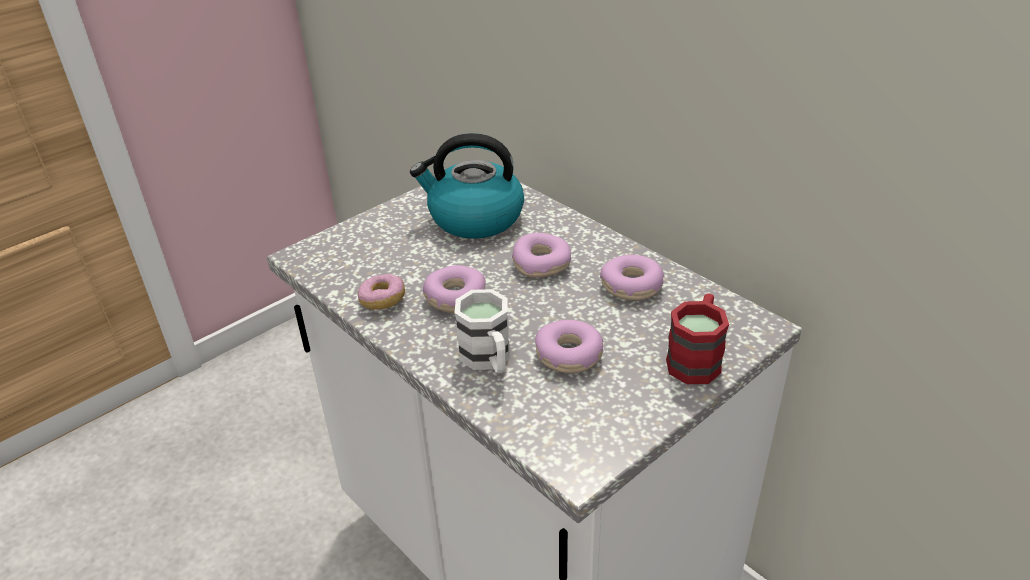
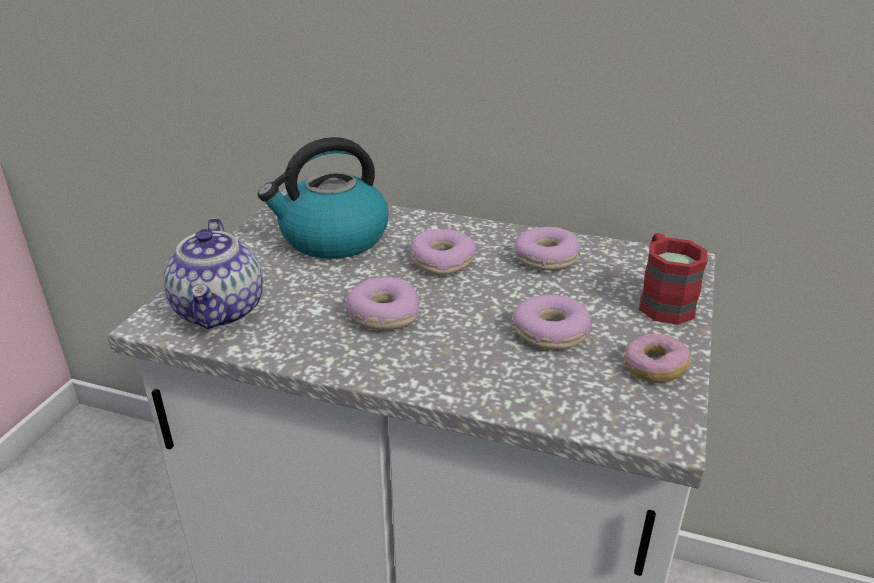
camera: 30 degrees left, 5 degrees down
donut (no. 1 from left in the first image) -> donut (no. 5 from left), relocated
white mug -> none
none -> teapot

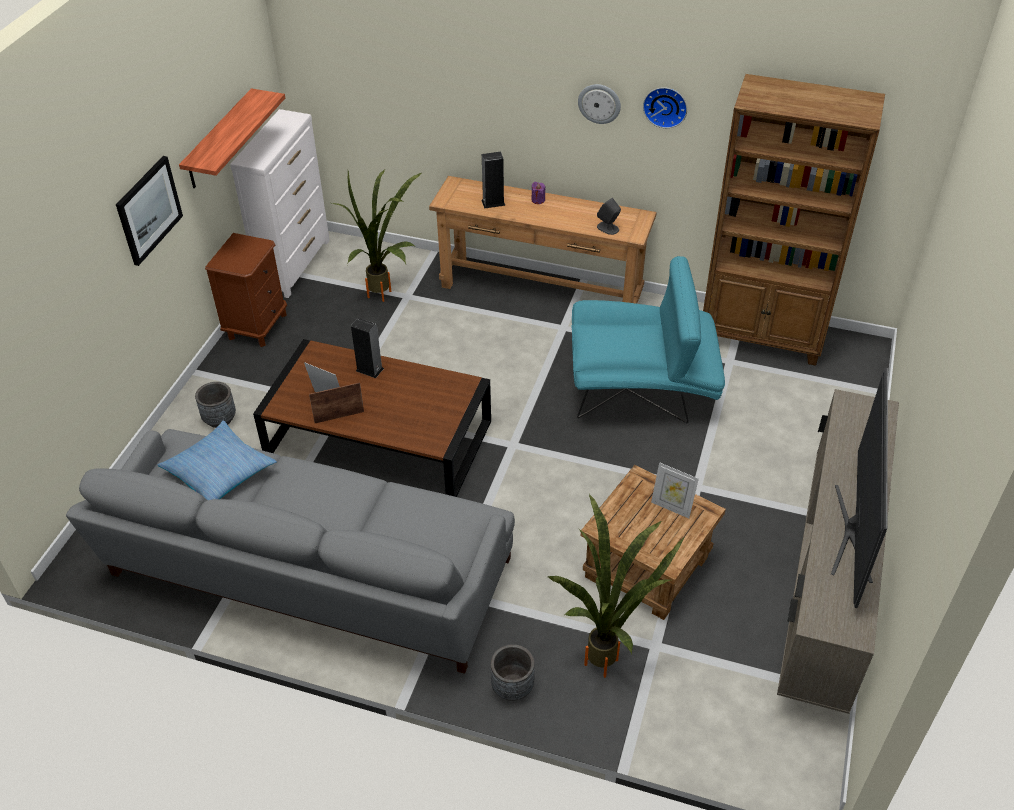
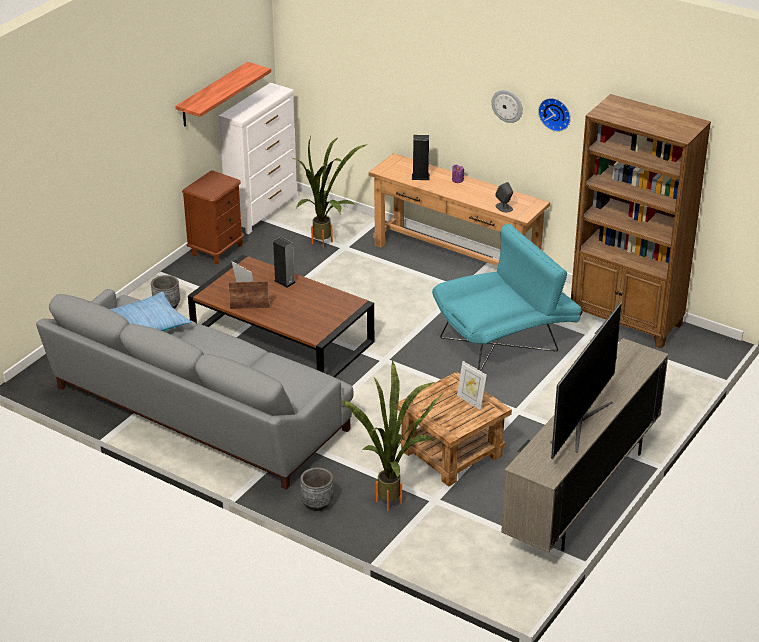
camera: 15 degrees right, 10 degrees down
picture -> none
turquoise armchair, 45 degrees counterclockwise

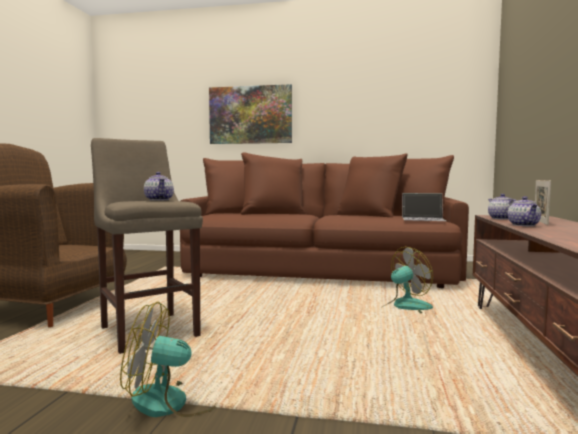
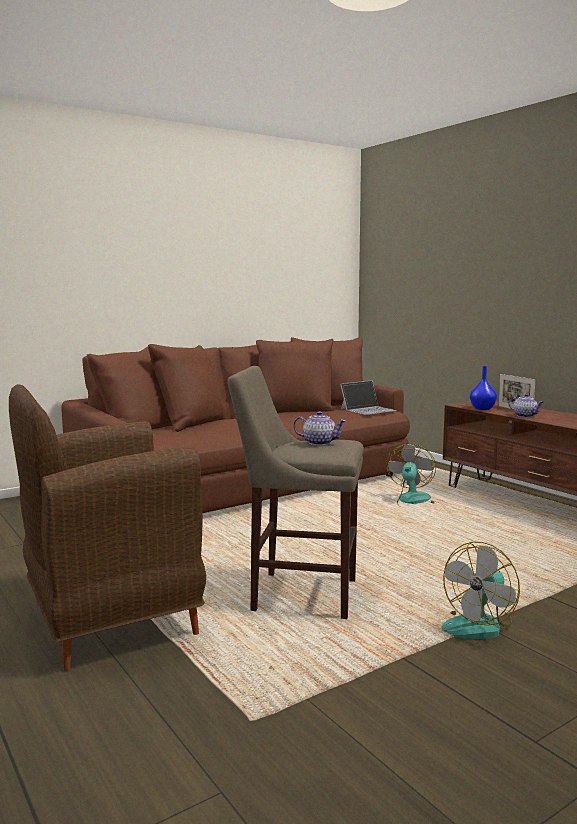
camera: 45 degrees left, 5 degrees up
picture -> none
teapot (no. 2 from left) -> blue vase

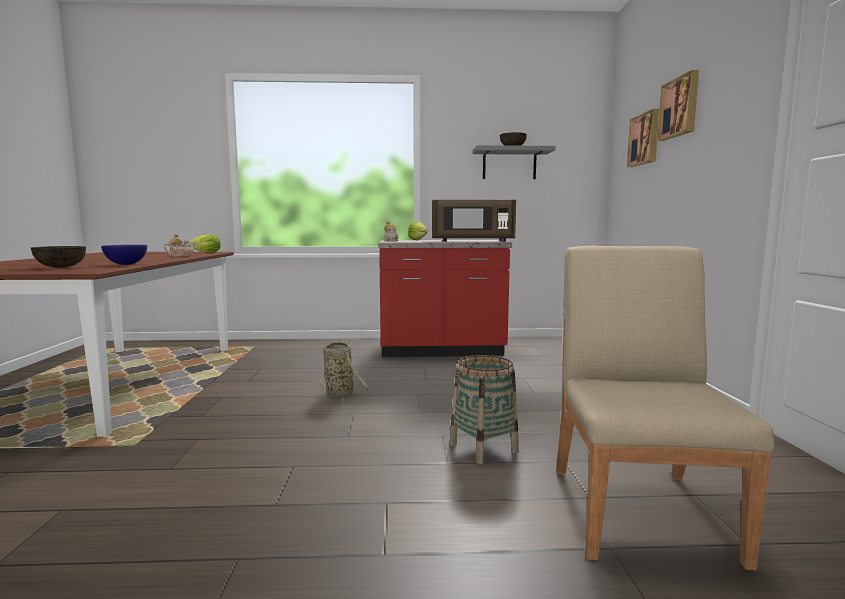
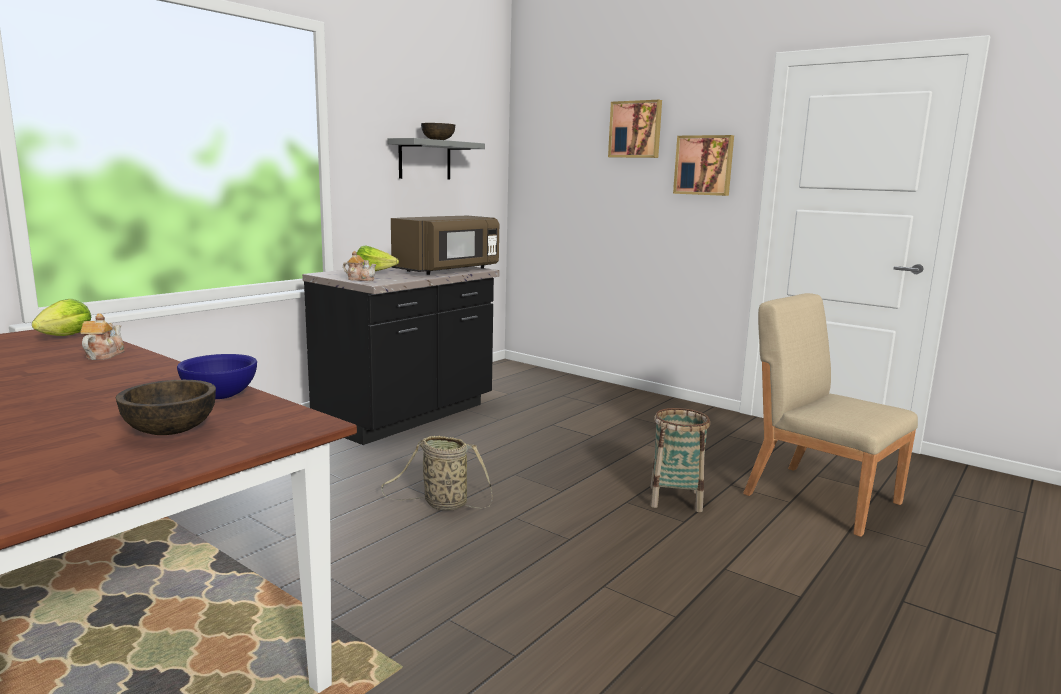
camera: 50 degrees left, 5 degrees up
red counter -> black counter
picture (no. 1 from left in the first image) -> picture (no. 2 from left), relocated

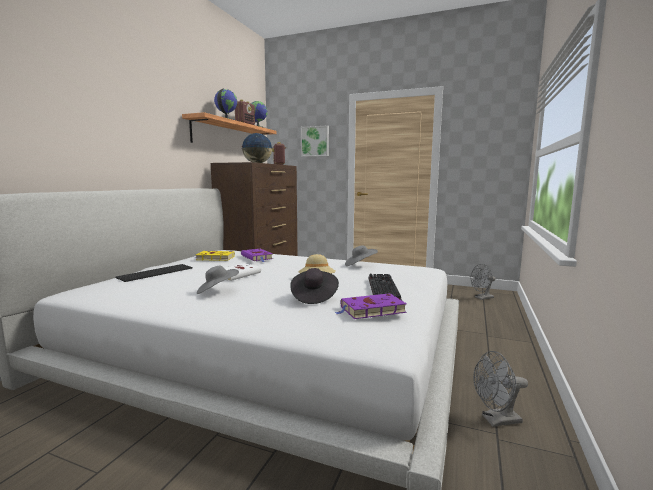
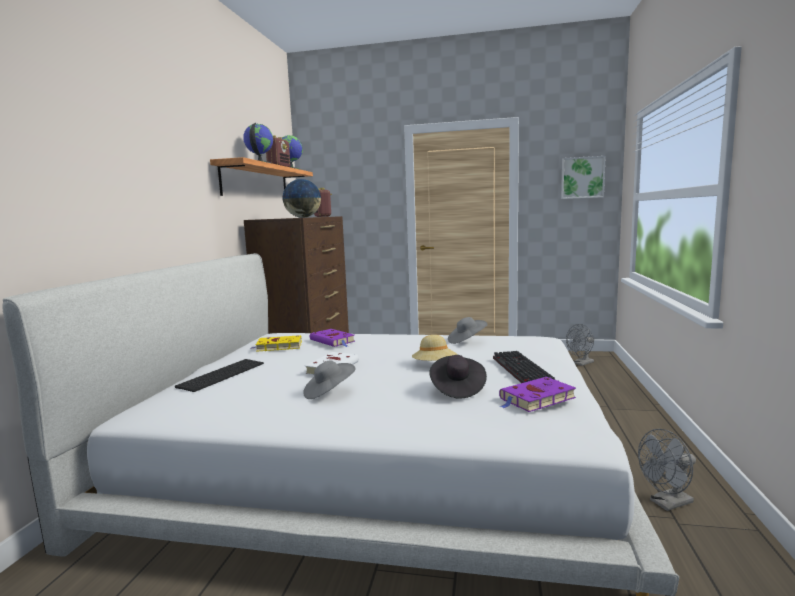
camera: 10 degrees left, 0 degrees up
picture, relocated

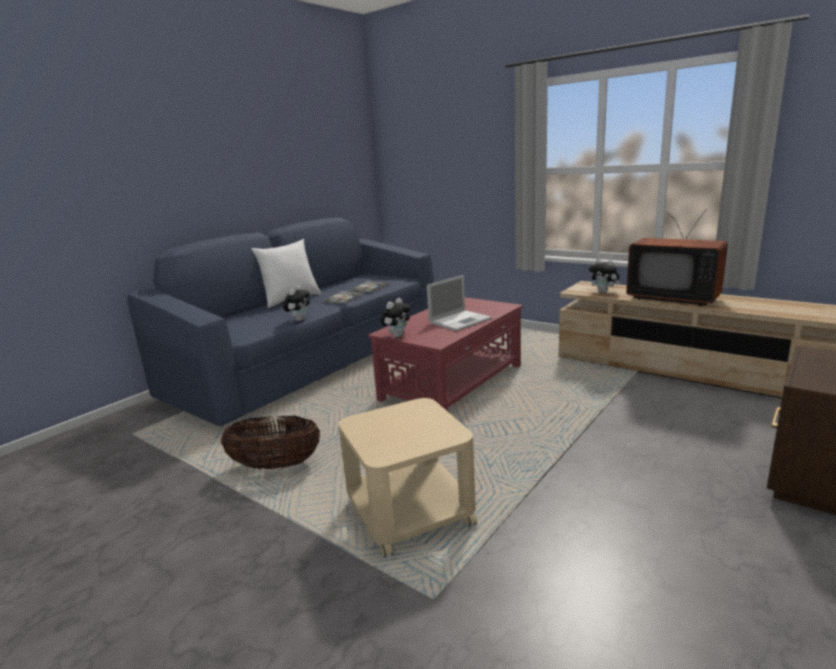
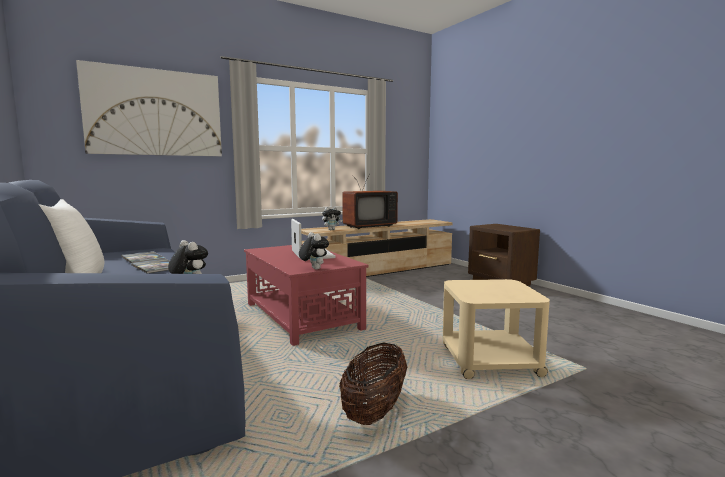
camera: 70 degrees left, 10 degrees down
none -> picture

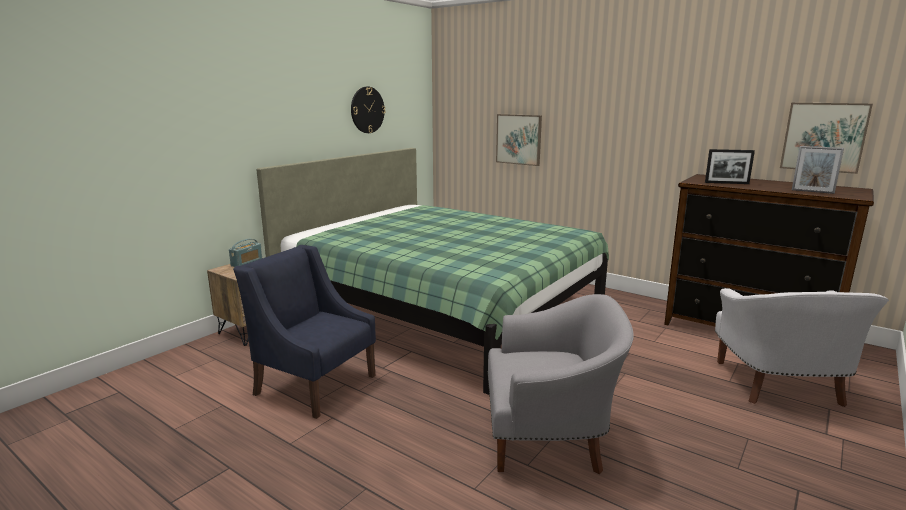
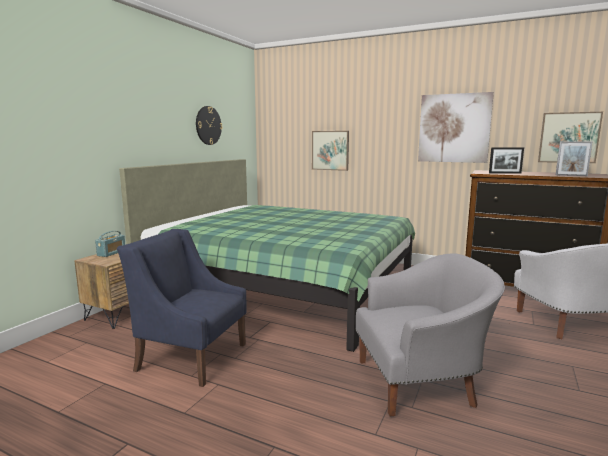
camera: 10 degrees left, 5 degrees down
none -> picture (no. 2 from left)

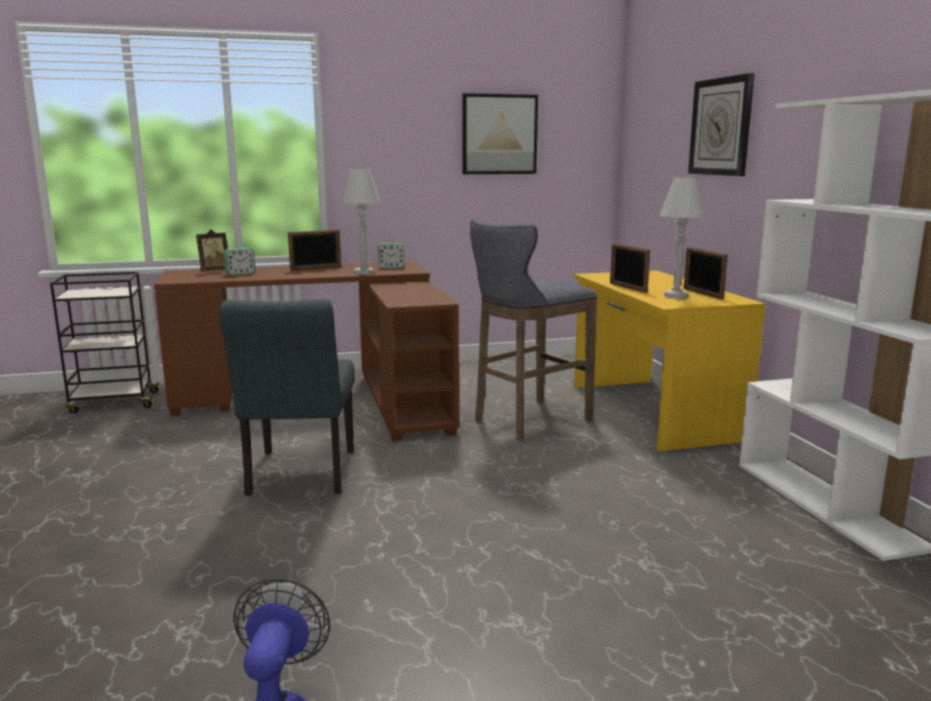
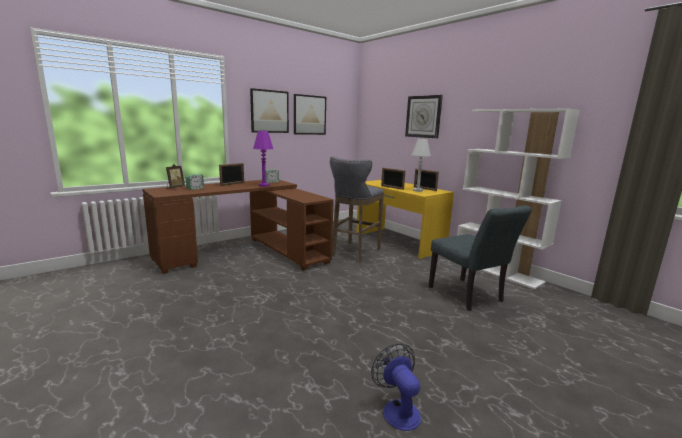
camera: 25 degrees left, 0 degrees up
black cart -> none
grey chair, relocated
white table lamp (no. 1 from left) -> purple table lamp
none -> picture (no. 1 from left)

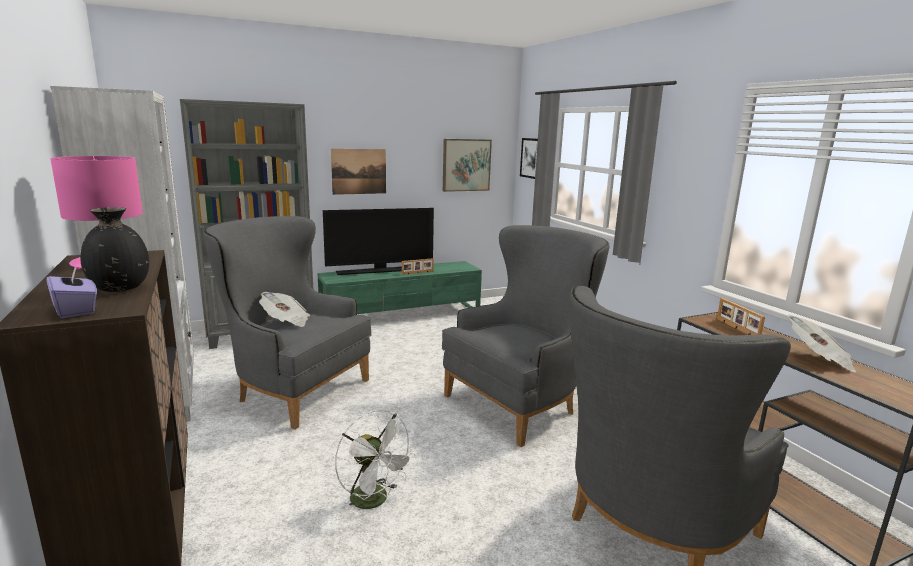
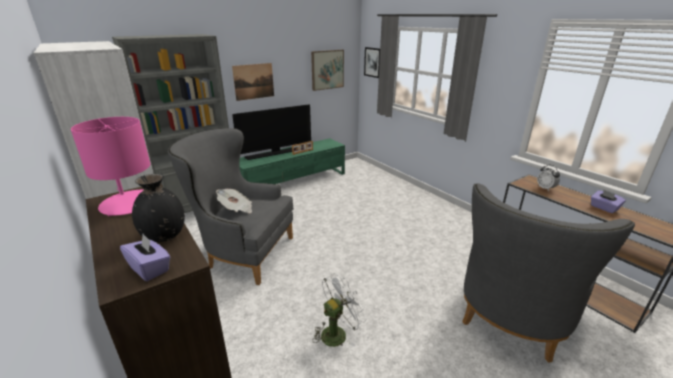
camera: 10 degrees left, 10 degrees up
white fan, 75 degrees counterclockwise
grey armchair (no. 2 from left) -> none
picture frame (no. 2 from left) -> alarm clock
newspaper (no. 2 from left) -> purple tissue box (no. 2 from left)

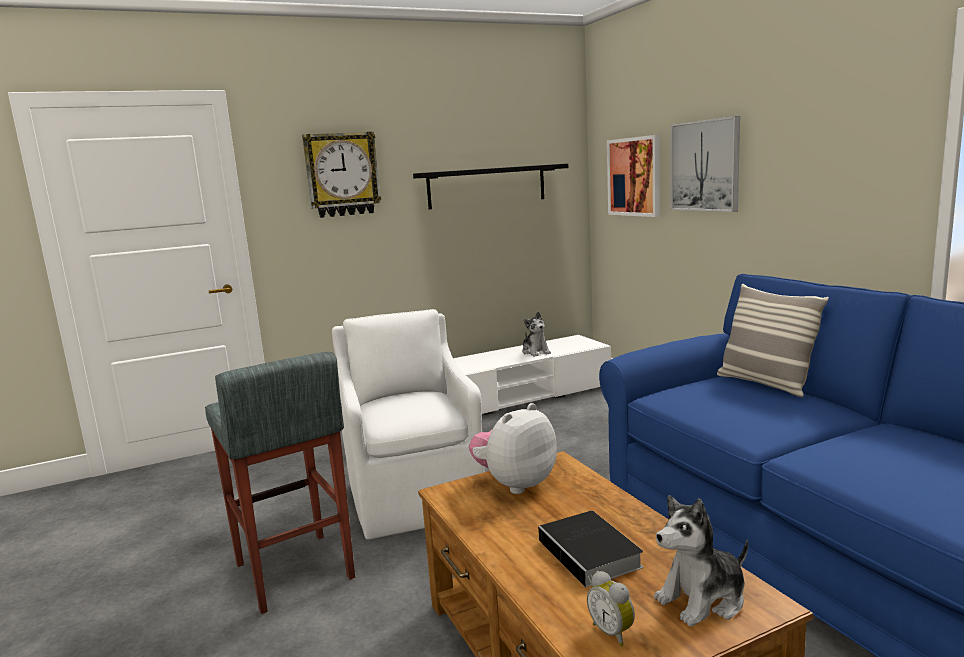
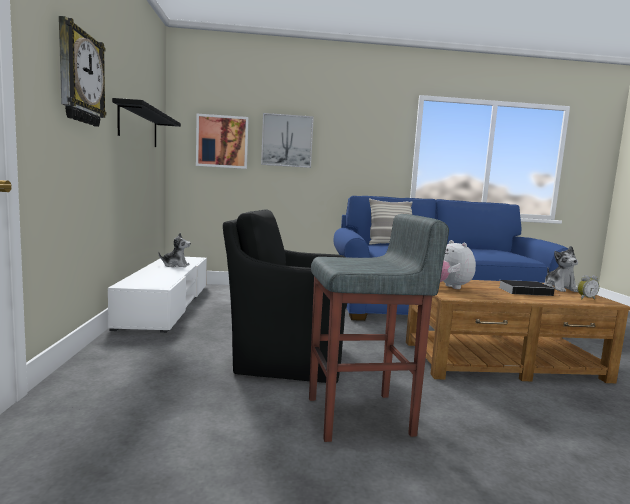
camera: 70 degrees left, 5 degrees down
white armchair -> black armchair

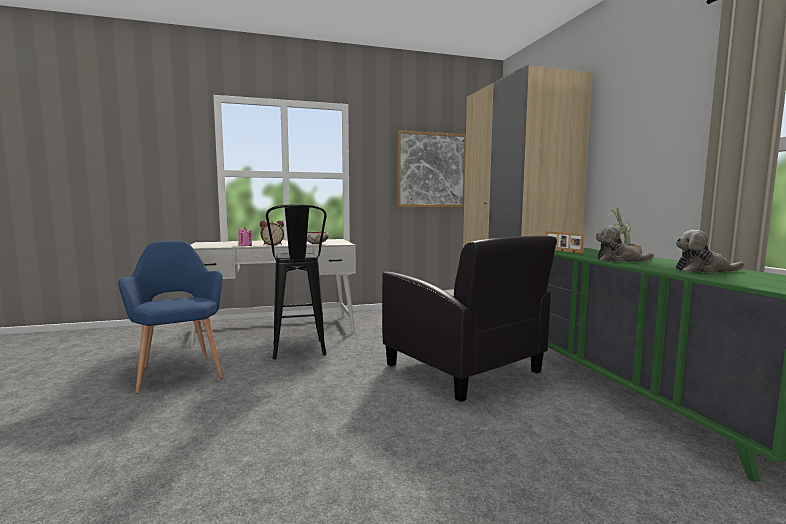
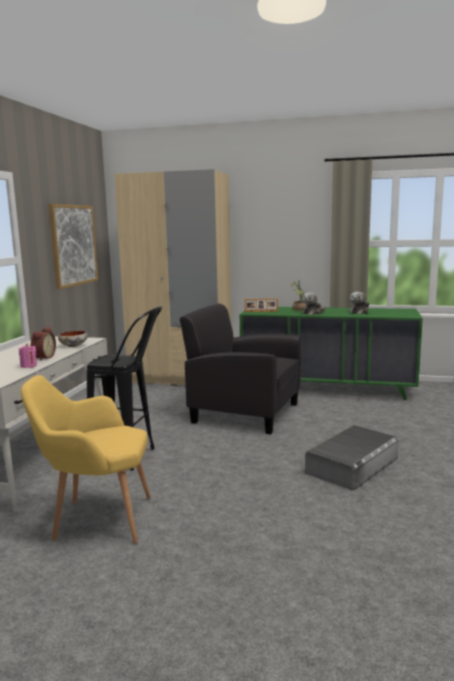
camera: 60 degrees left, 5 degrees up
blue armchair -> yellow armchair
black armchair, 150 degrees counterclockwise
none -> grey storage box

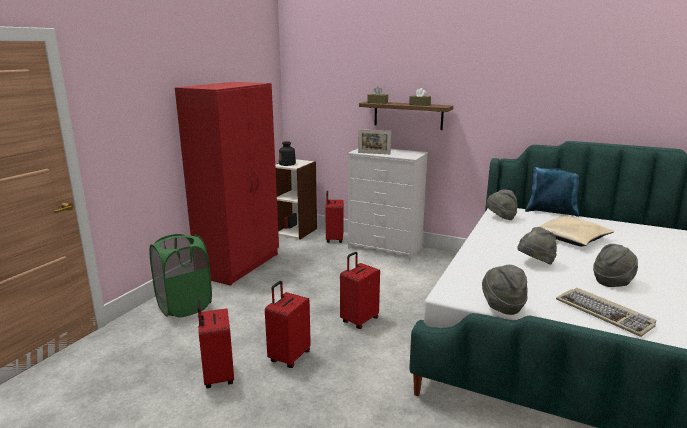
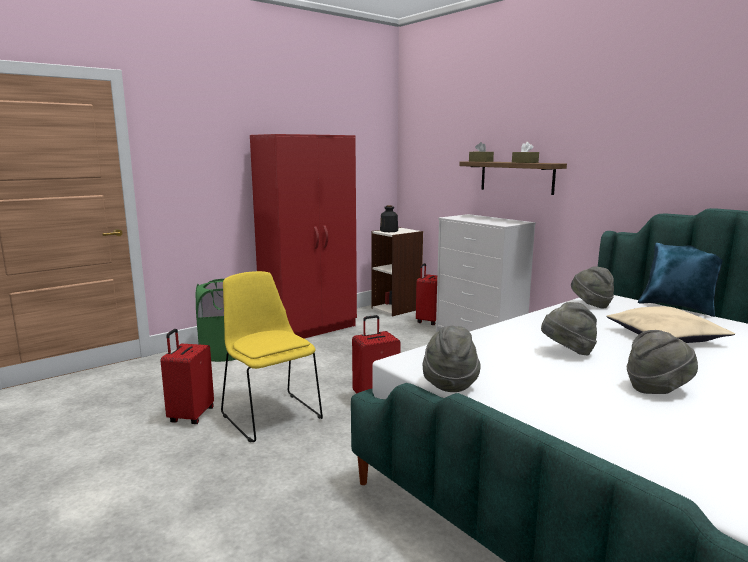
camera: 25 degrees right, 5 degrees down
red suitcase (no. 2 from left) -> yellow chair
picture frame -> none
keyboard -> none

